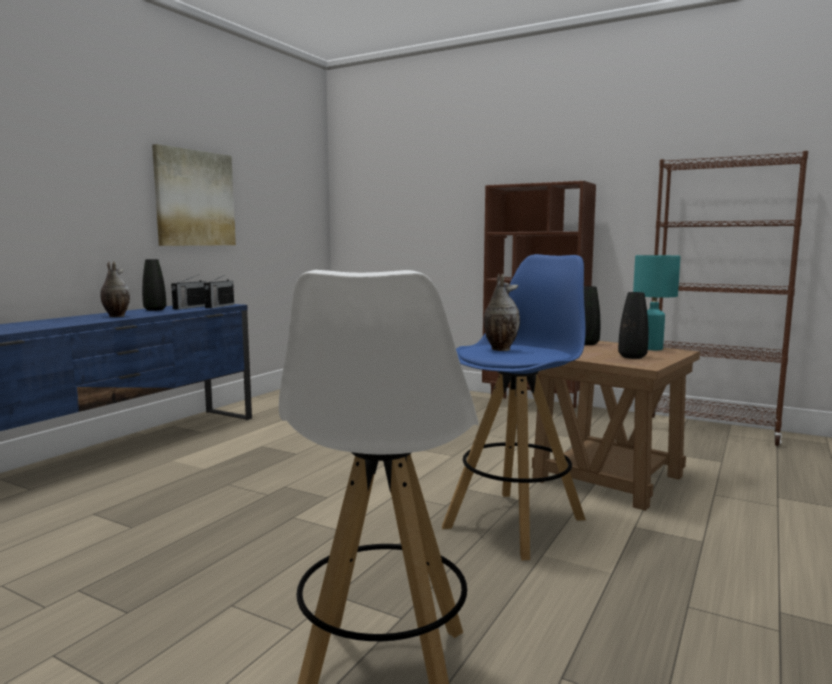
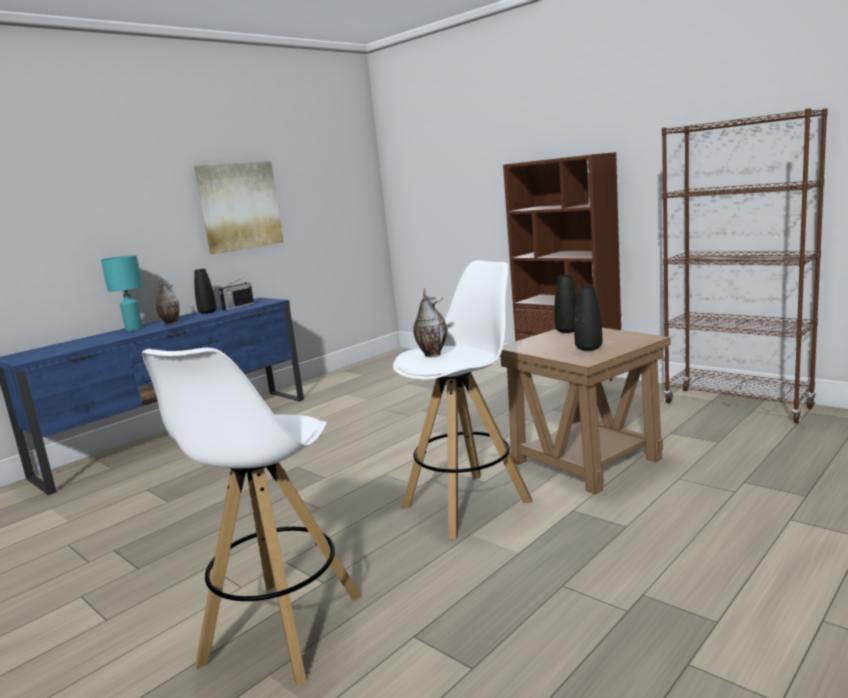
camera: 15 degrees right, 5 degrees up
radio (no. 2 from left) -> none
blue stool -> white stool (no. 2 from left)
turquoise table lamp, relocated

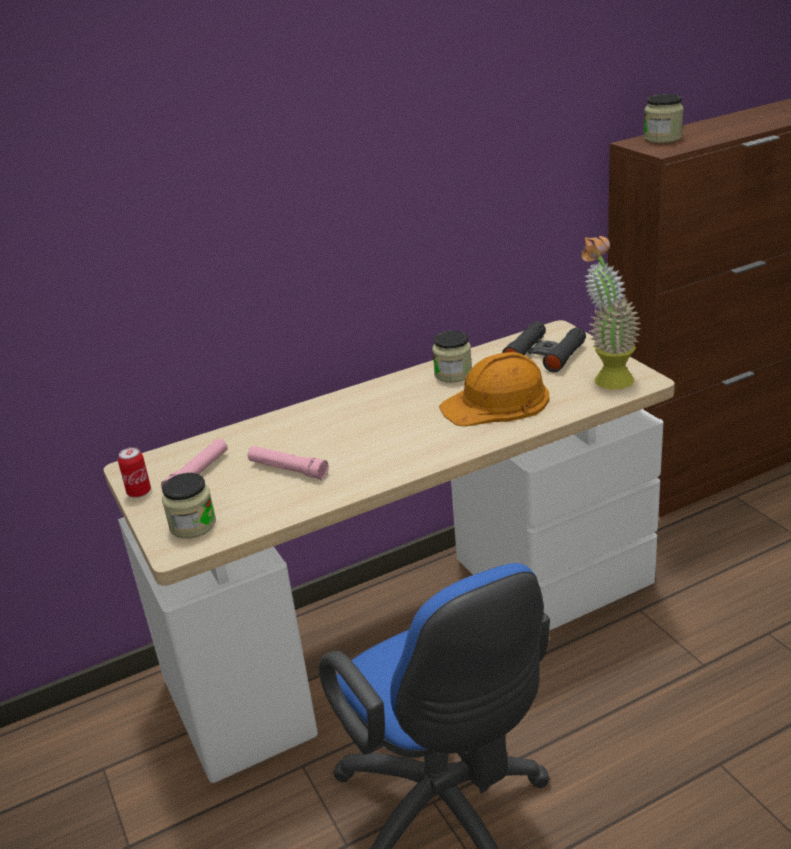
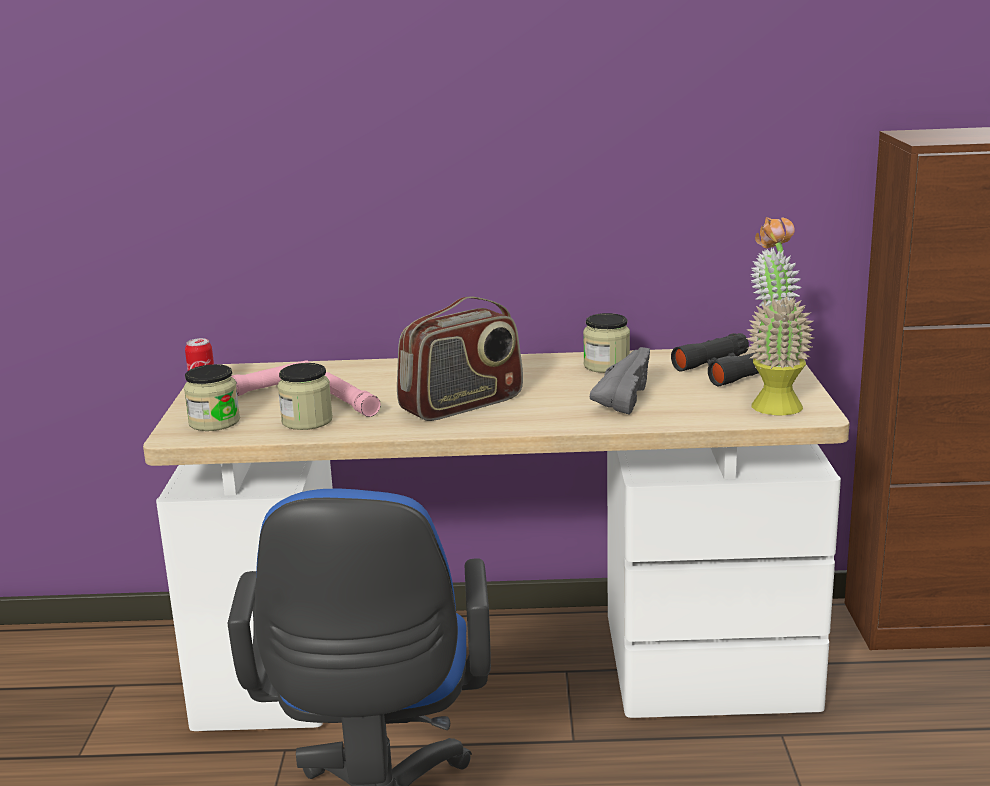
camera: 25 degrees right, 10 degrees down
orange hard hat -> grey shoe
jar (no. 3 from left in the first image) -> jar (no. 2 from left), relocated
none -> radio

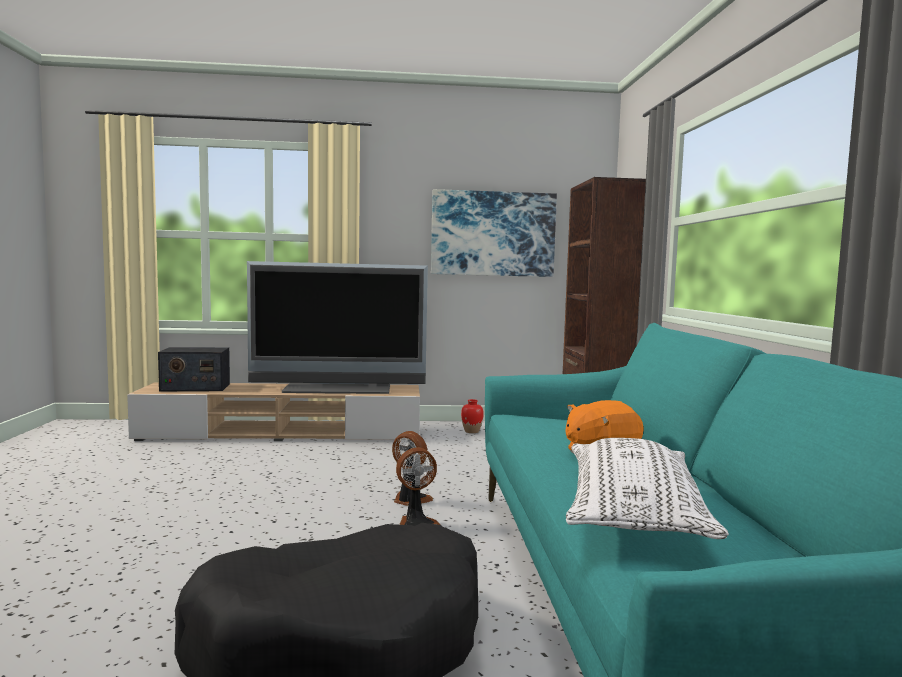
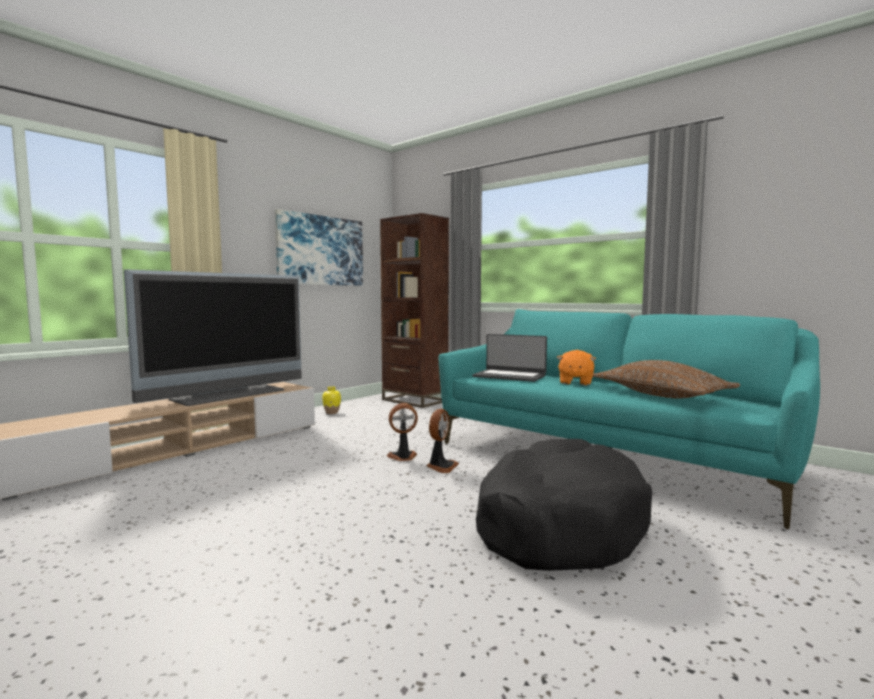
camera: 45 degrees left, 0 degrees up
radio -> none
red vase -> yellow vase
white pillow -> brown pillow
none -> laptop

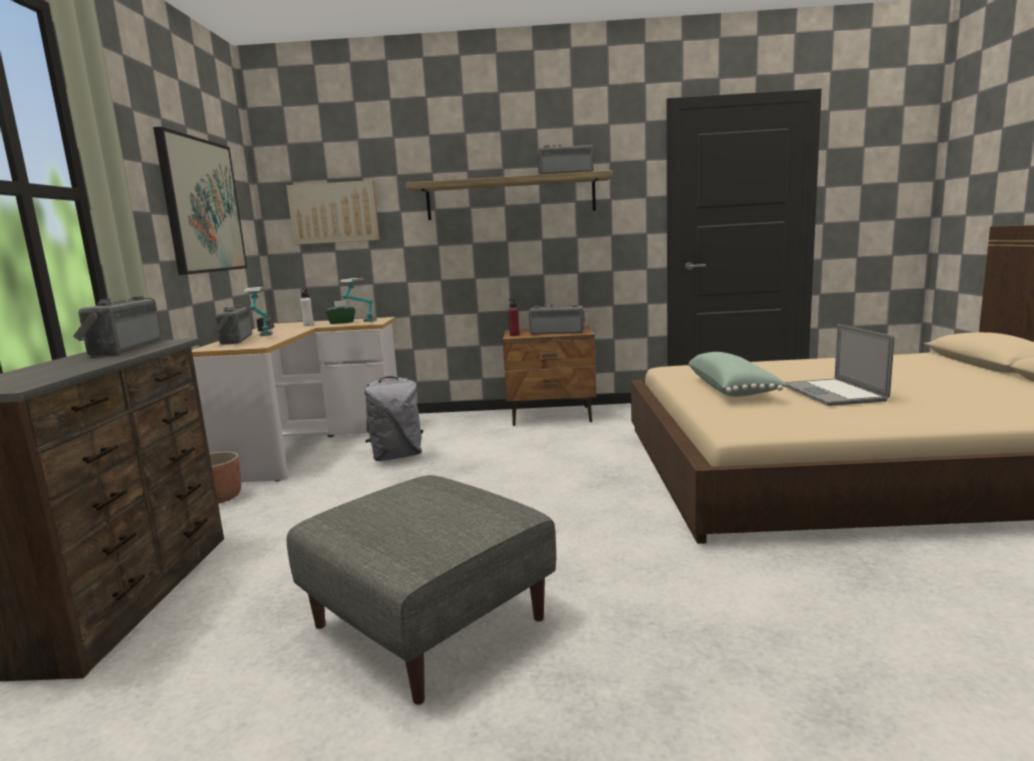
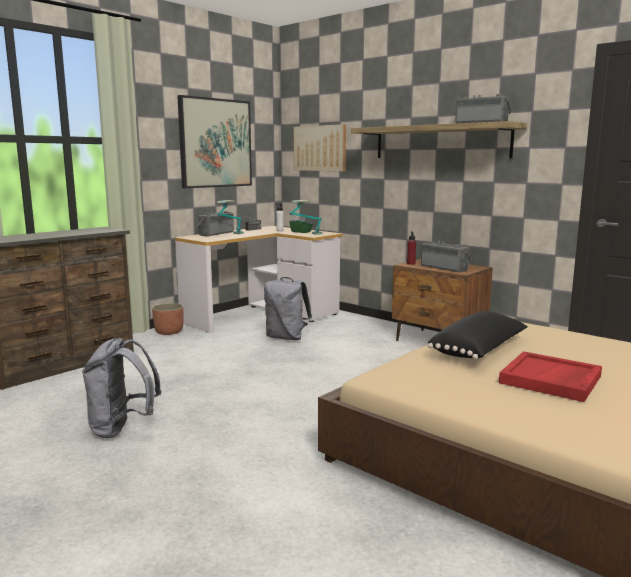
camera: 40 degrees right, 0 degrees up
radio (no. 1 from left) -> none
grey ottoman -> grey backpack (no. 1 from left)
green pillow -> black pillow
laptop -> red tray

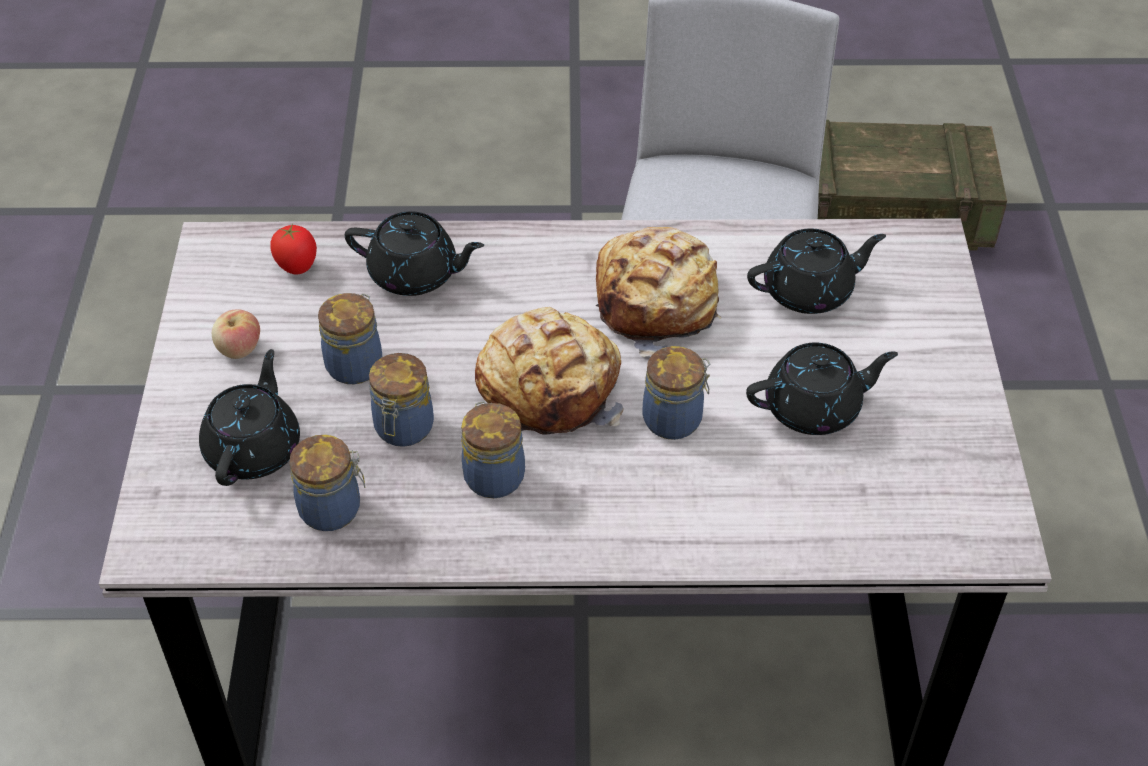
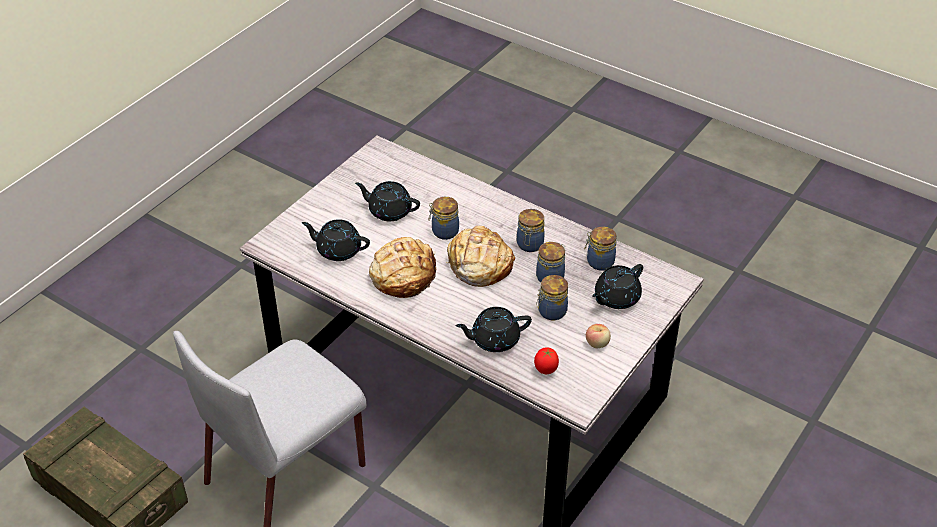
camera: 145 degrees left, 5 degrees down
black teapot (no. 2 from left in the first image) -> black teapot (no. 3 from left), 60 degrees counterclockwise

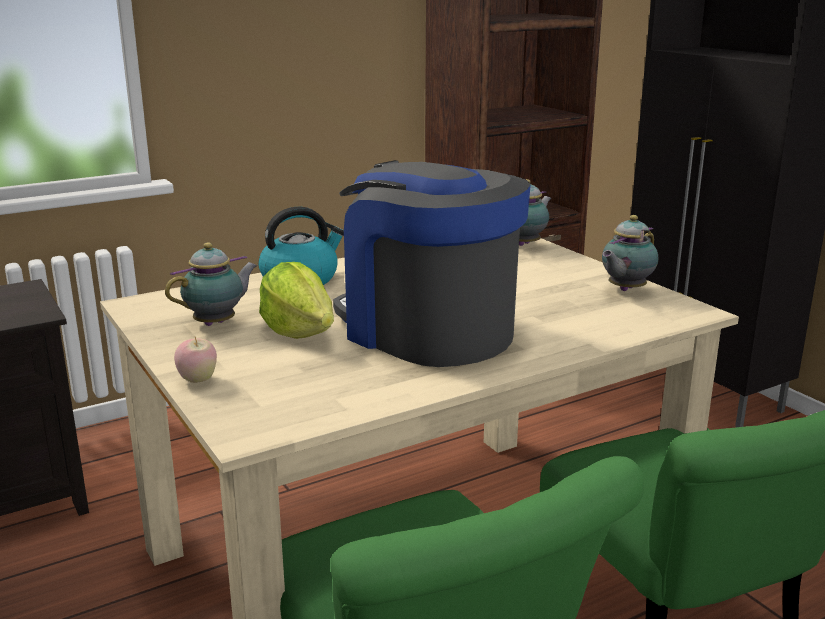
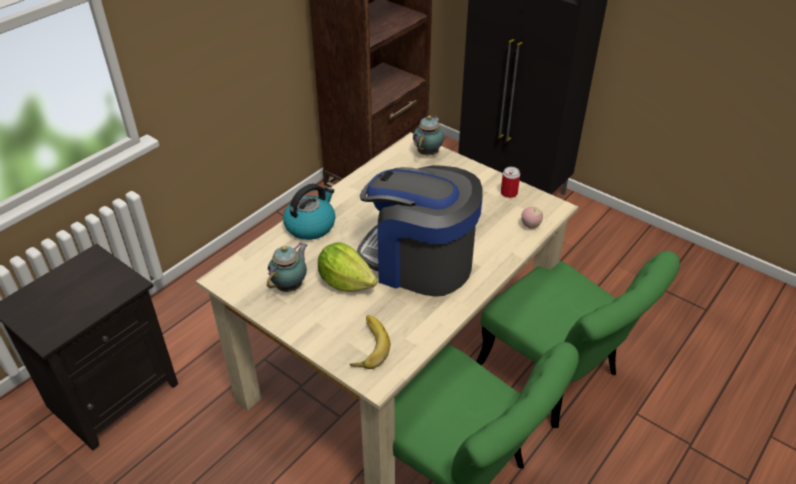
camera: 20 degrees left, 20 degrees up
apple, relocated
teapot (no. 3 from left) -> can
none -> banana

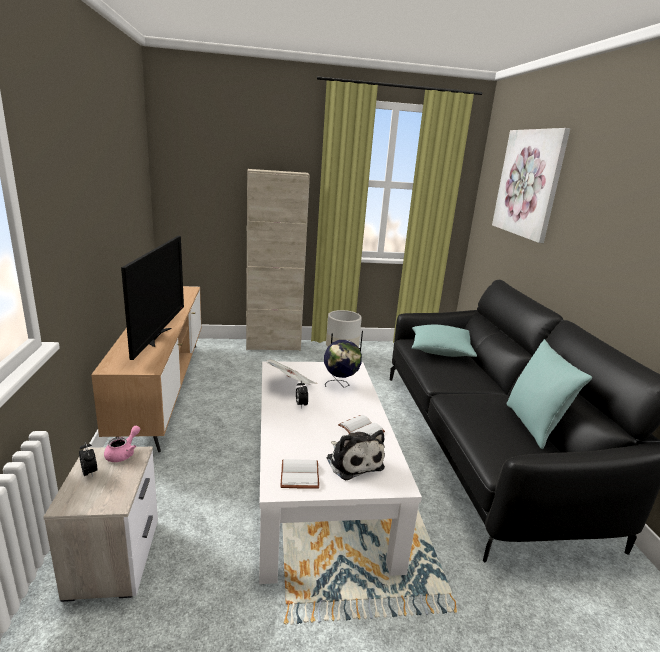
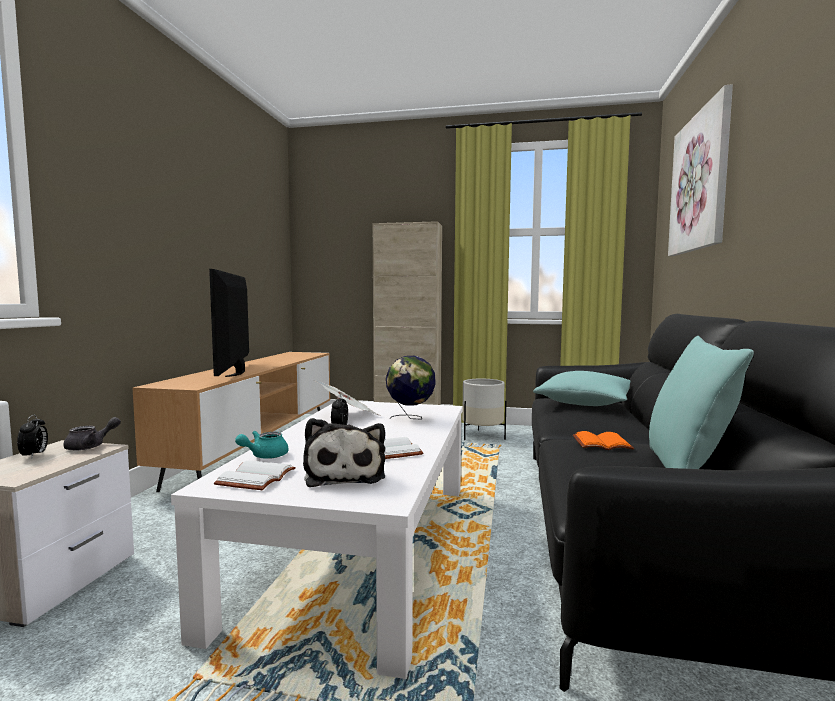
camera: 20 degrees right, 15 degrees down
pink teapot -> grey teapot
television, 150 degrees clockwise
none -> turquoise teapot
none -> orange book

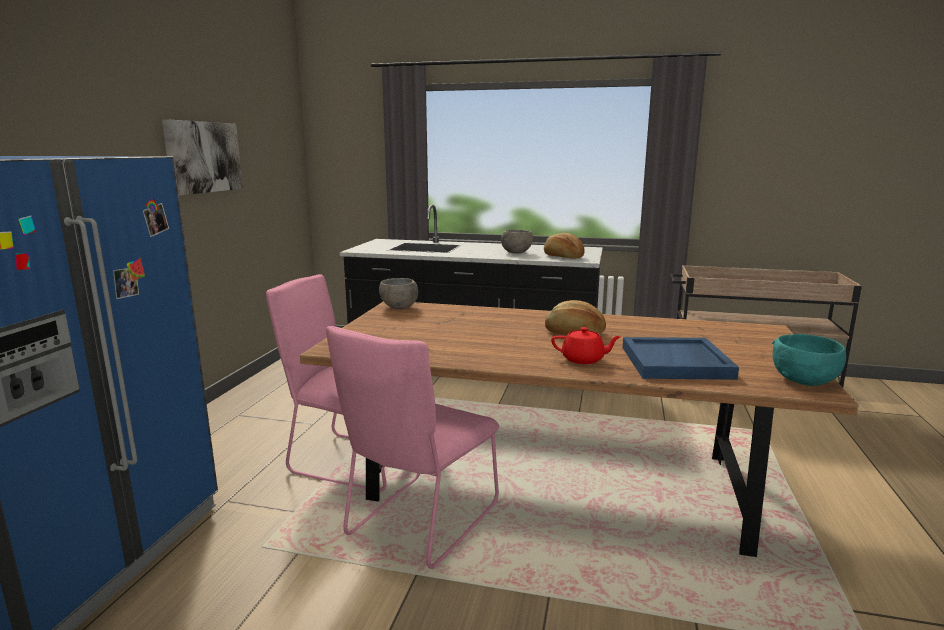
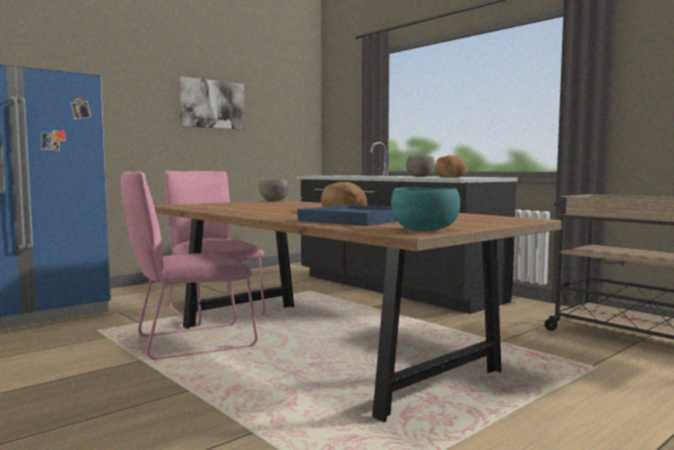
camera: 35 degrees right, 10 degrees down
red teapot -> none

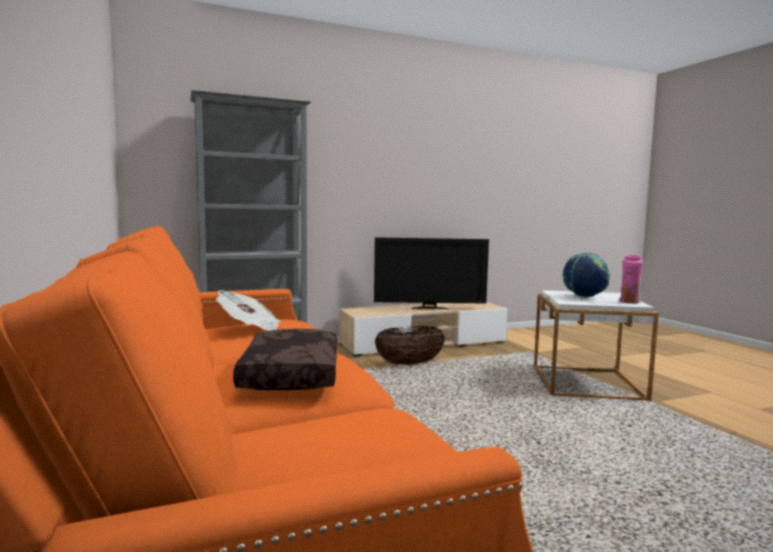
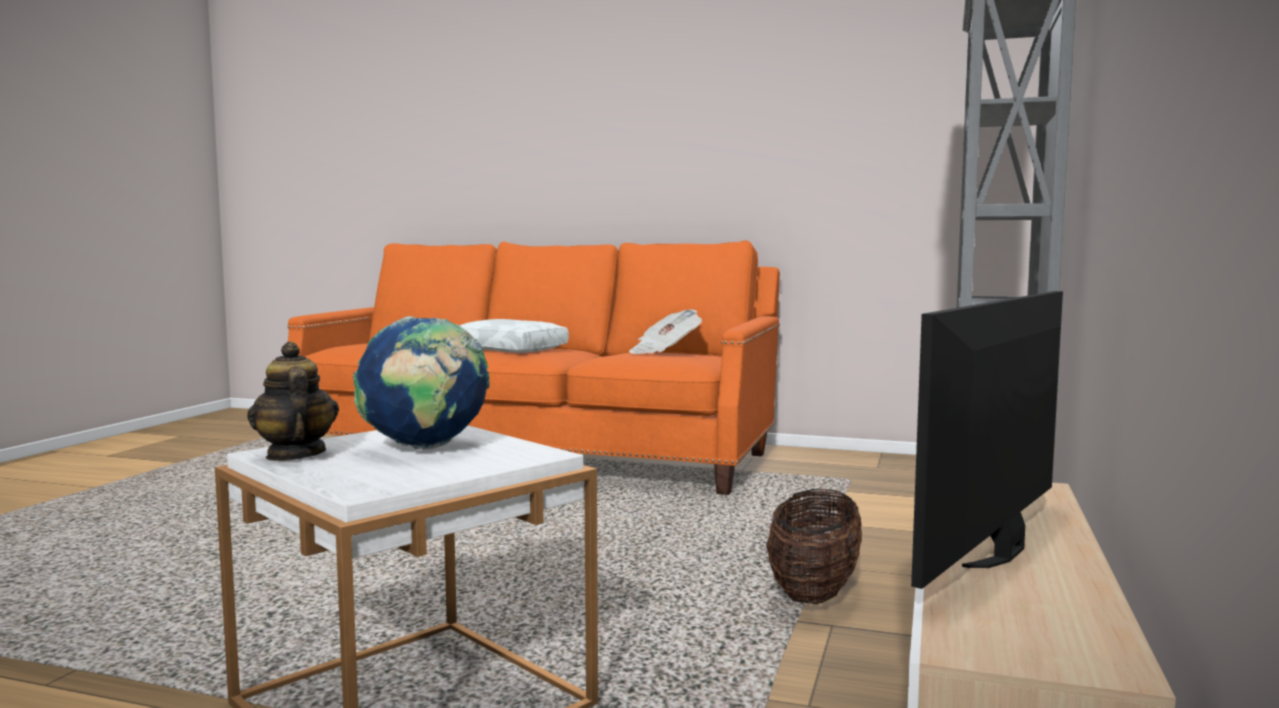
camera: 130 degrees right, 0 degrees up
brown pillow -> white pillow
pink vase -> teapot

